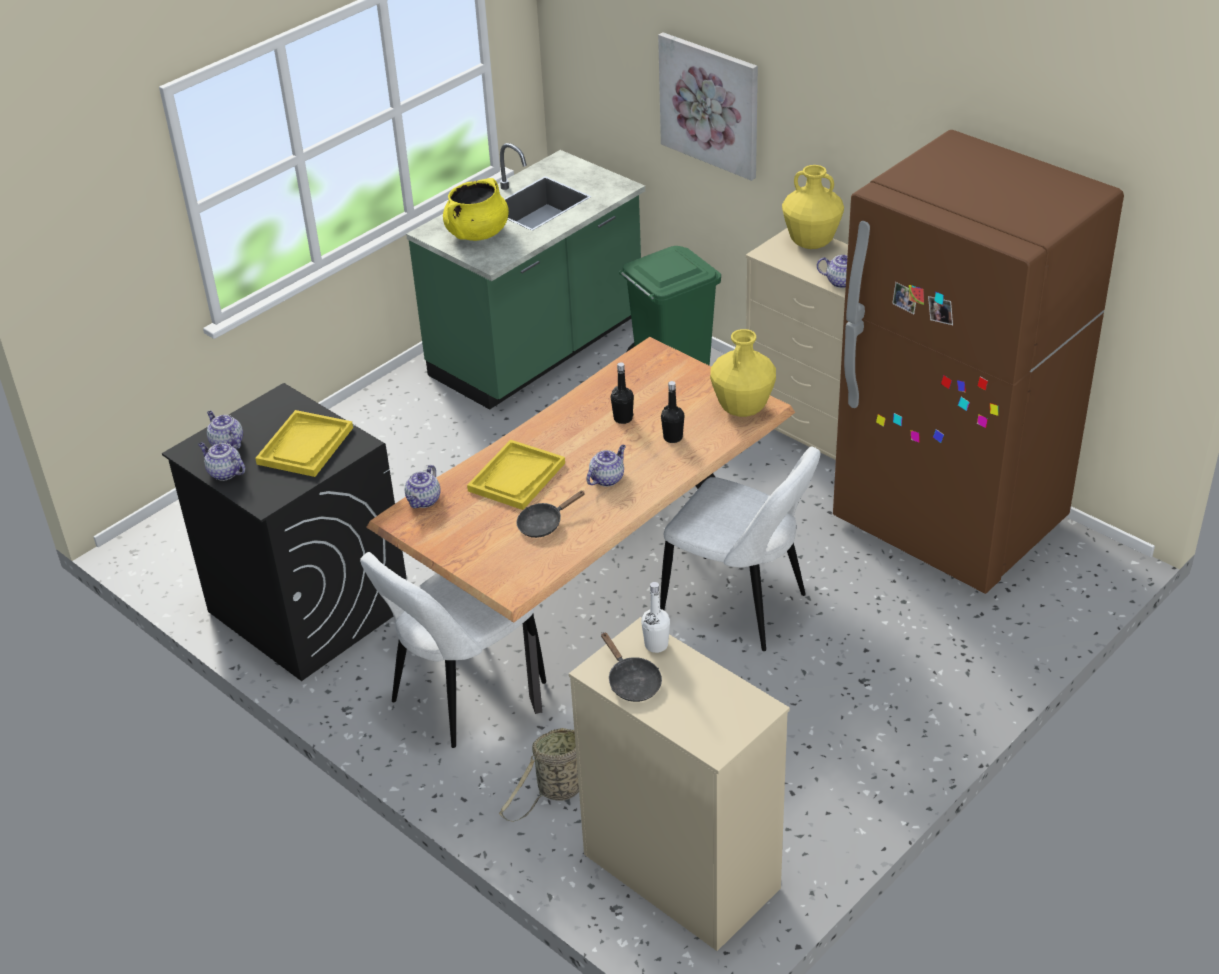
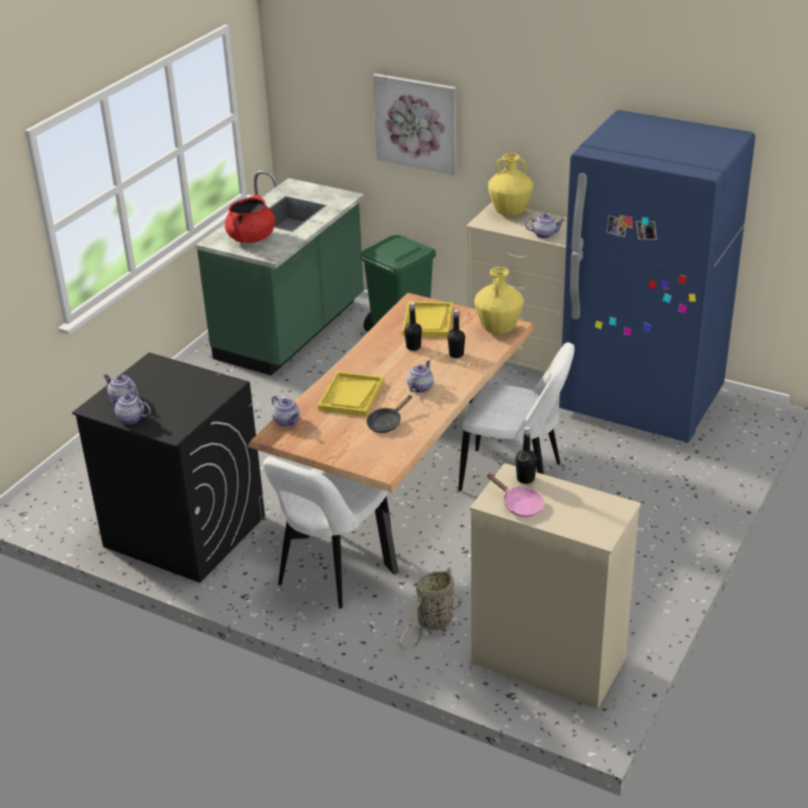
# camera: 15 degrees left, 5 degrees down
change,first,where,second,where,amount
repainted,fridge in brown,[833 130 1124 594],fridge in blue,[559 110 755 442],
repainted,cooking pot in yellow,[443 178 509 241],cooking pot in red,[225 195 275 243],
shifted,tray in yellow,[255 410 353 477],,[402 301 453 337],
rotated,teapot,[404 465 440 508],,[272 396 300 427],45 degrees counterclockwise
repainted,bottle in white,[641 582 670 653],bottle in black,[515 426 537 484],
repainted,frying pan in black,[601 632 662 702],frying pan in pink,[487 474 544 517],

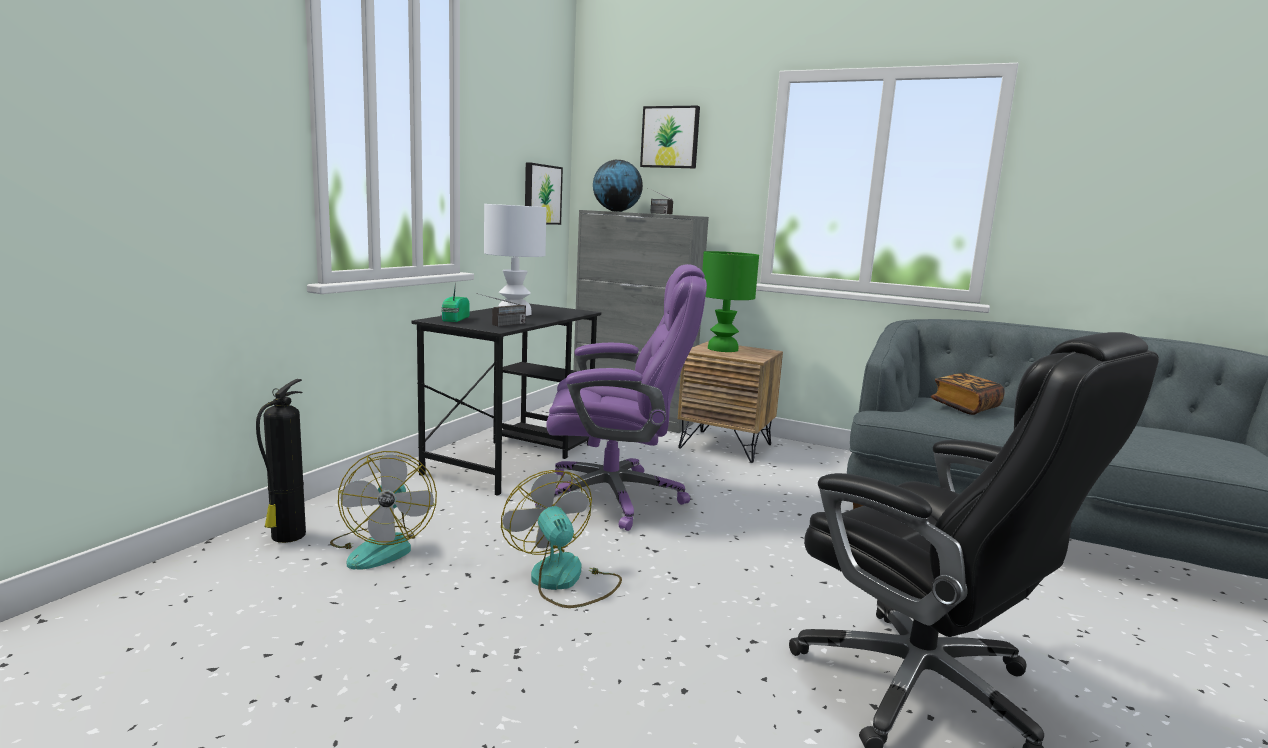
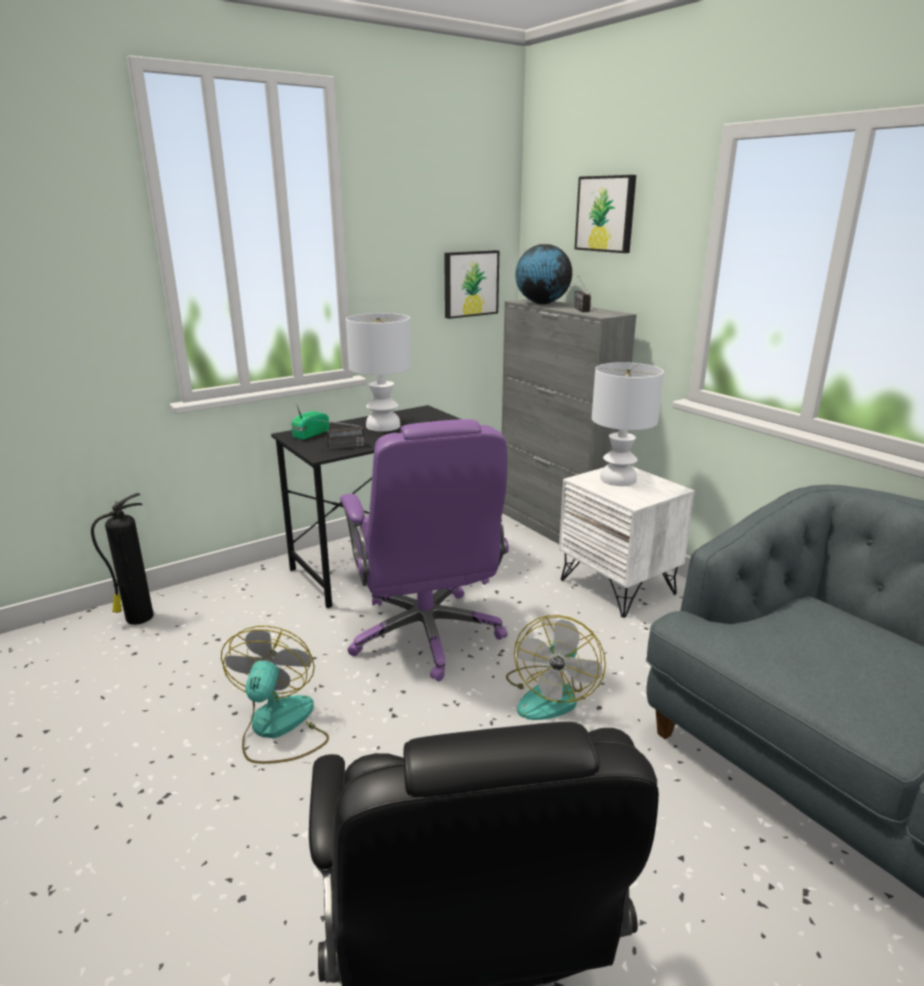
# camera: 30 degrees right, 10 degrees up
change,first,where,second,where,amount
repainted,table lamp in green,[702 251 759 352],table lamp in white,[592 362 664 486],
rotated,office chair in purple,[535 264 707 531],,[340 419 509 681],45 degrees clockwise
repainted,nightstand in brown,[678 341 783 463],nightstand in white,[559 467 695 618],
gone,book,[931 373 1005 415],,,
shifted,fan,[330 451 437 570],,[506 615 606 720],

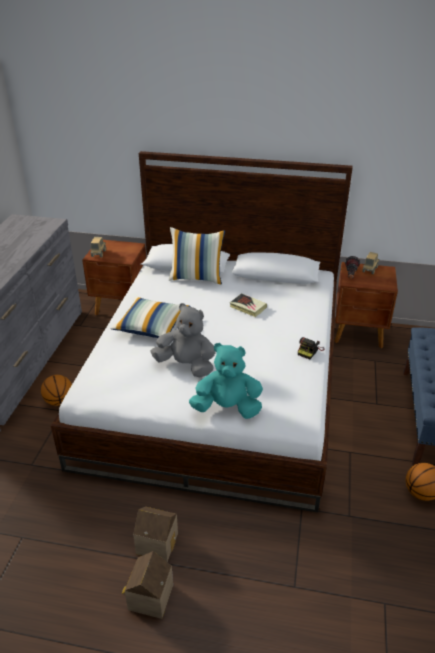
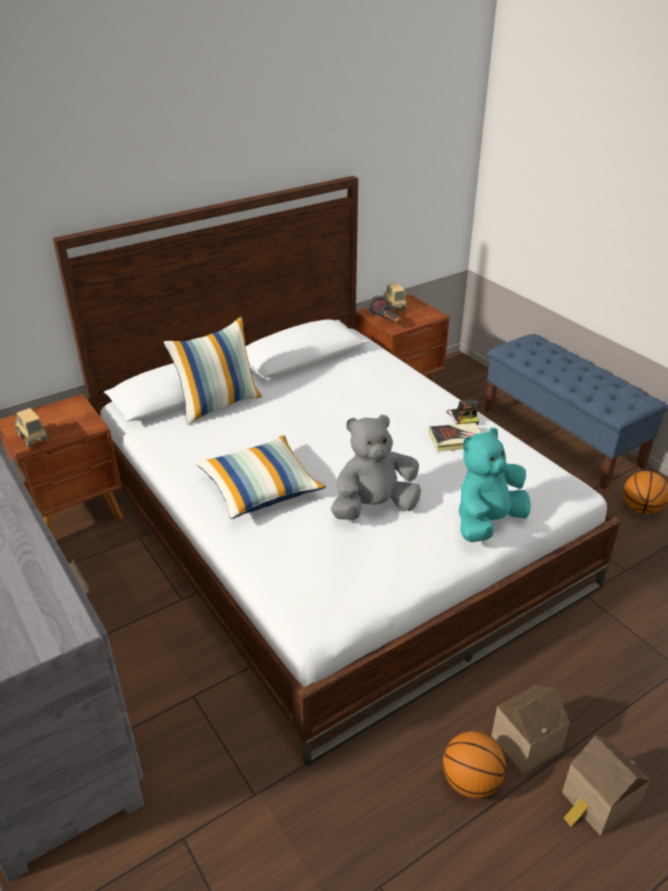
# camera: 45 degrees left, 0 degrees up
change,first,where,second,where,amount
shifted,book,[230 293 267 317],,[429 423 481 452],
shifted,basketball,[41 375 72 406],,[443 731 506 798],

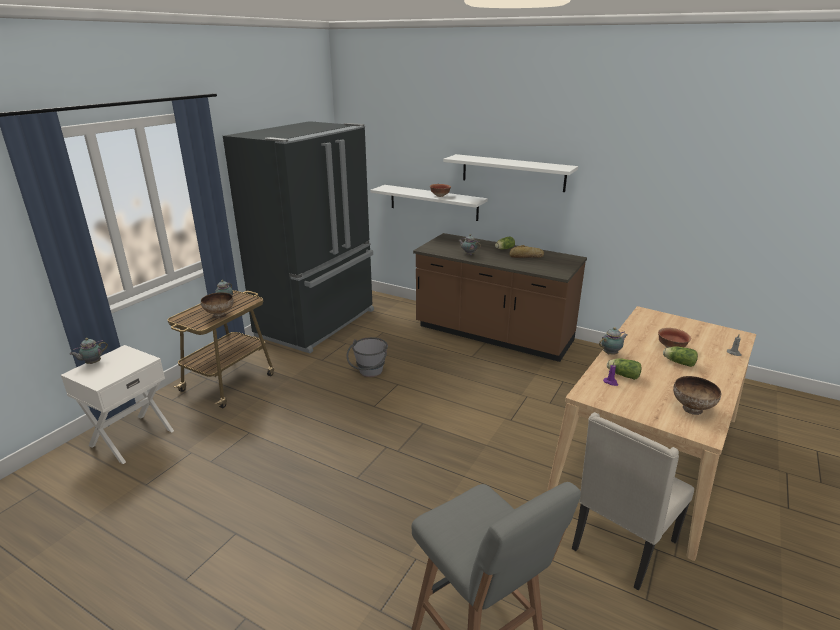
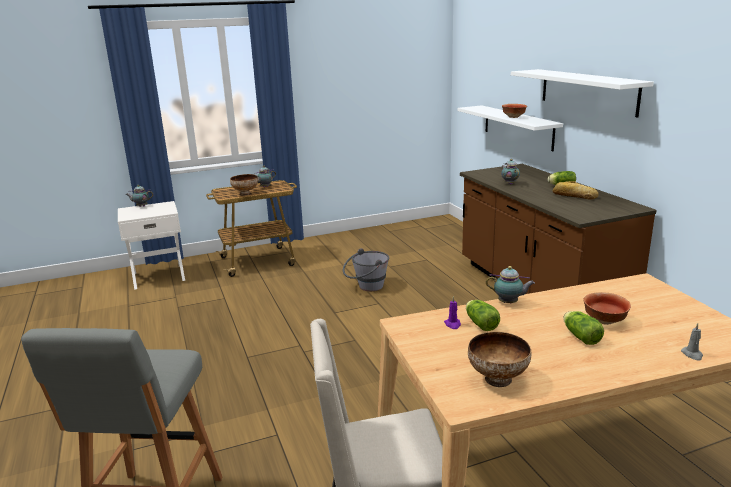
# camera: 40 degrees right, 5 degrees down
change,first,where,second,where,amount
gone,fridge in black,[223 121 374 353],,,

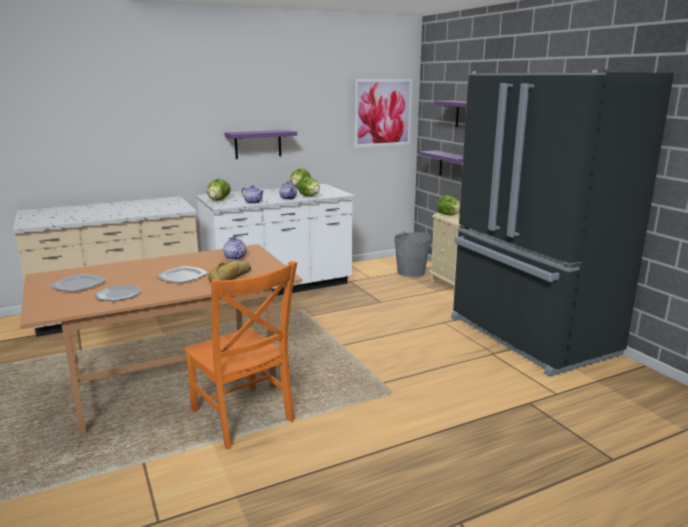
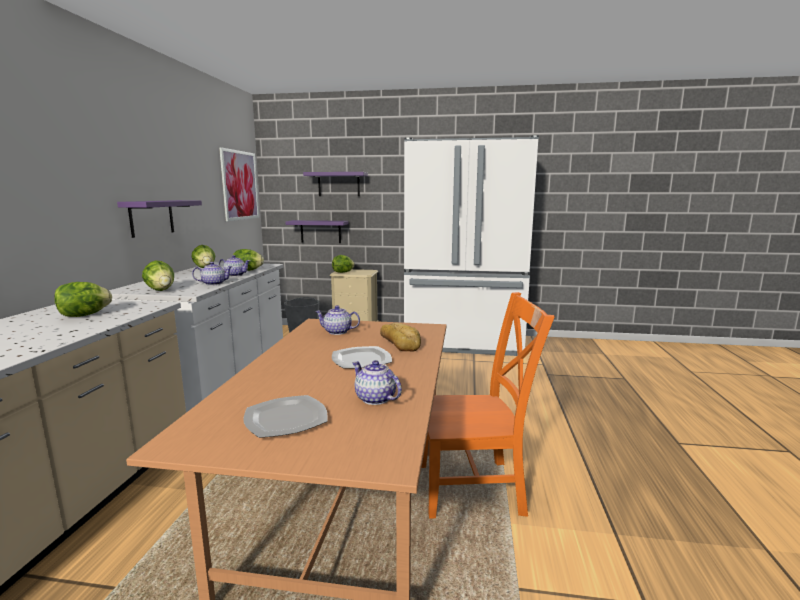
# camera: 55 degrees left, 5 degrees down
change,first,where,second,where,amount
repainted,fridge in black,[451 70 674 377],fridge in white,[404 135 539 356],
swapped,plate,[95 285 142 301],teapot,[352 360 402 405],
new,,,lettuce,[54 282 112 317],

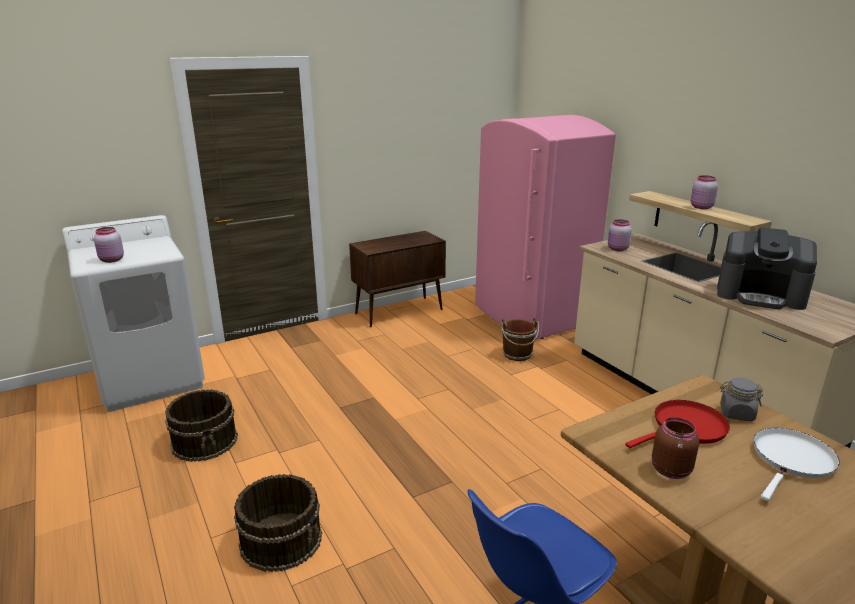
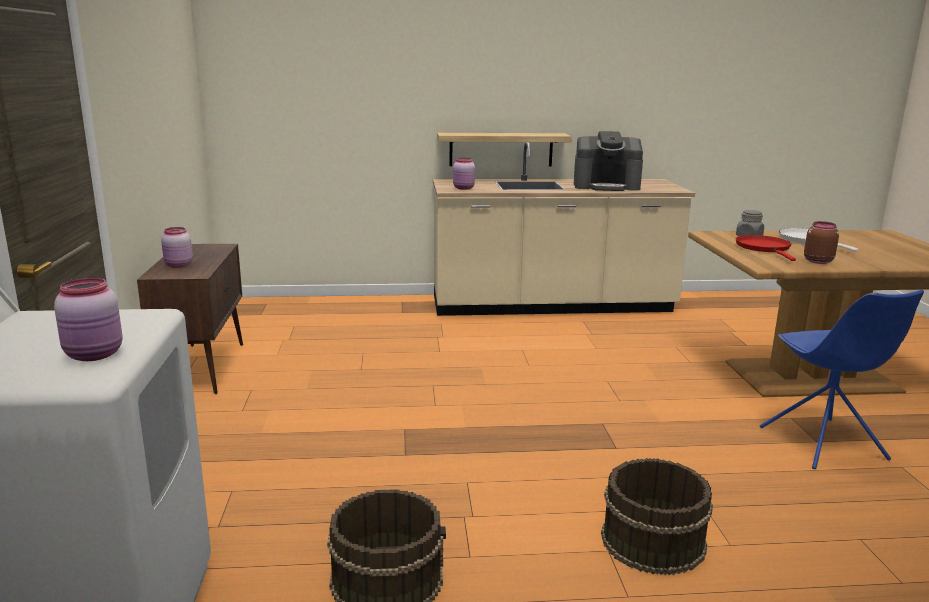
# camera: 65 degrees left, 5 degrees down
change,first,where,second,where,amount
gone,fridge in pink,[475 115 616 340],,,
shifted,jar in pink,[691 175 718 209],,[161 227 193 268],
rotated,coffee machine,[717 227 817 310],,[574 131 643 191],45 degrees clockwise
gone,bucket in brown,[501 318 539 361],,,

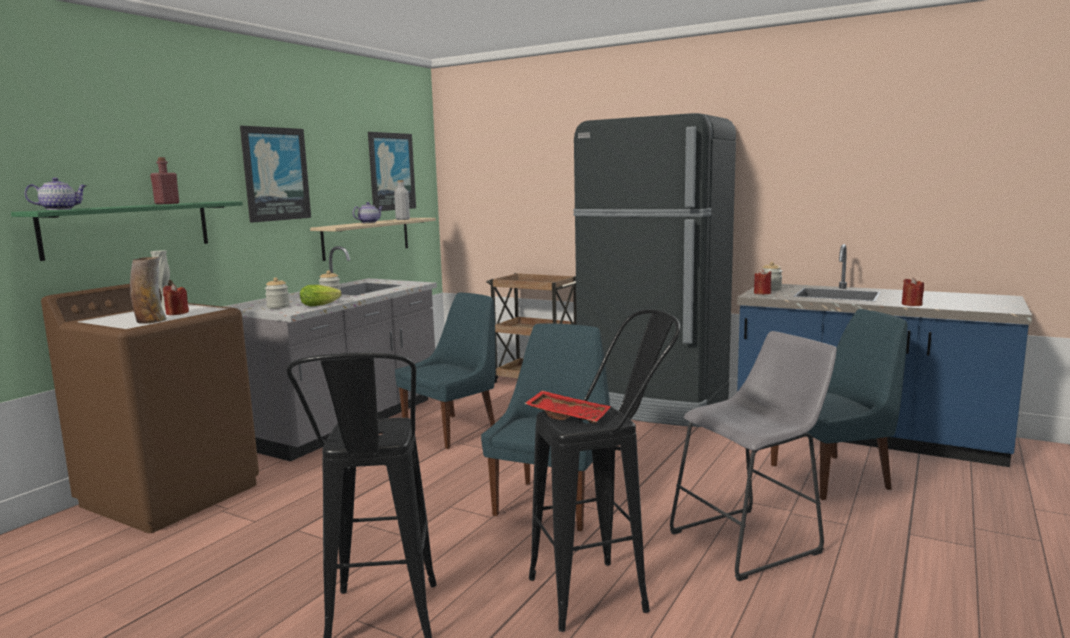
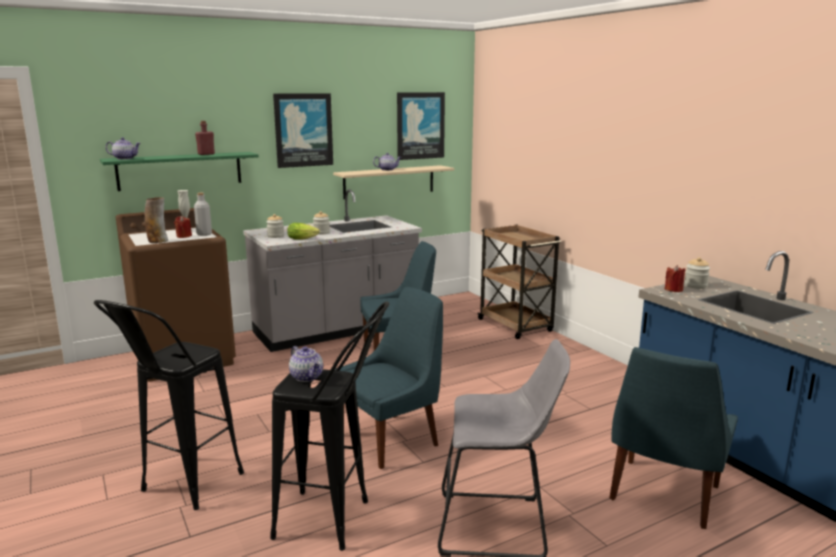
# camera: 30 degrees right, 5 degrees up
change,first,where,second,where,amount
gone,fridge in black,[574 113 736 427],,,
shifted,bottle in grey,[394 180 410 220],,[194 193 212 236],
gone,candle in red,[902 278 924 306],,,
rotated,chair in blue,[771 309 908 500],,[609 347 738 529],105 degrees clockwise
swapped,tray in red,[524 390 611 424],teapot,[289 346 323 382],

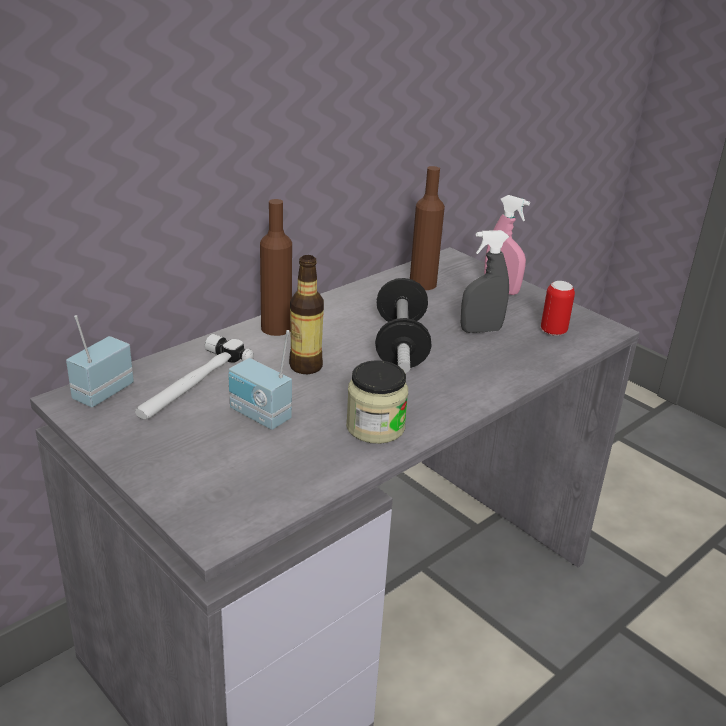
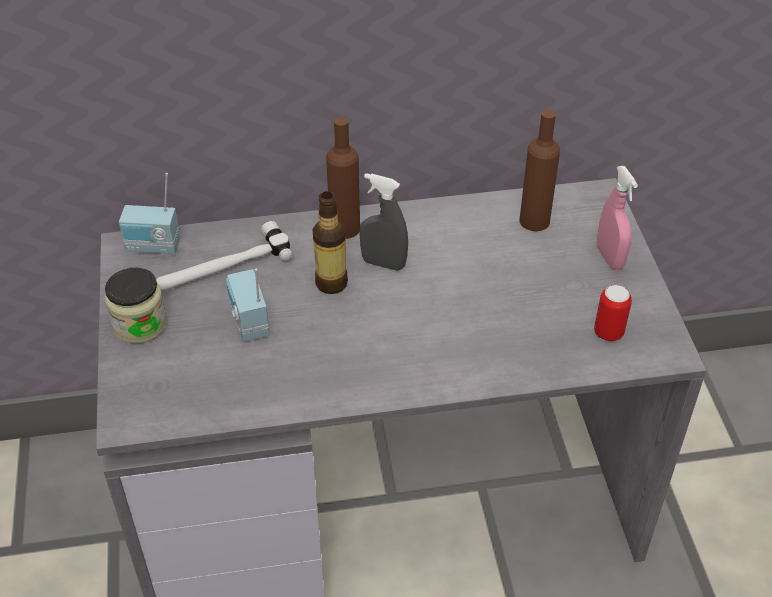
# camera: 35 degrees right, 15 degrees up
change,first,where,second,where,amount
shifted,spray bottle in grey,[461 230 509 333],,[359 173 408 271],
gone,dumbbell,[375 278 432 373],,,
rotated,radio,[66 315 134 407],,[119 173 180 254],150 degrees counterclockwise
shifted,jar,[346 360 408 444],,[105 267 167 343],

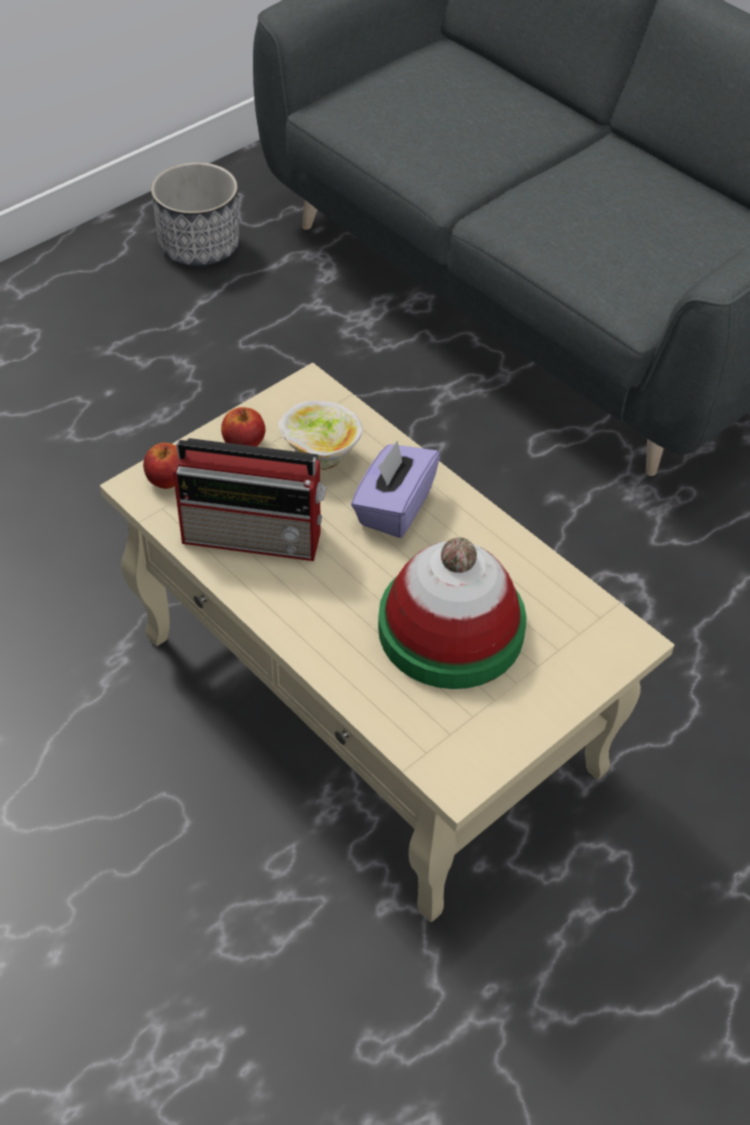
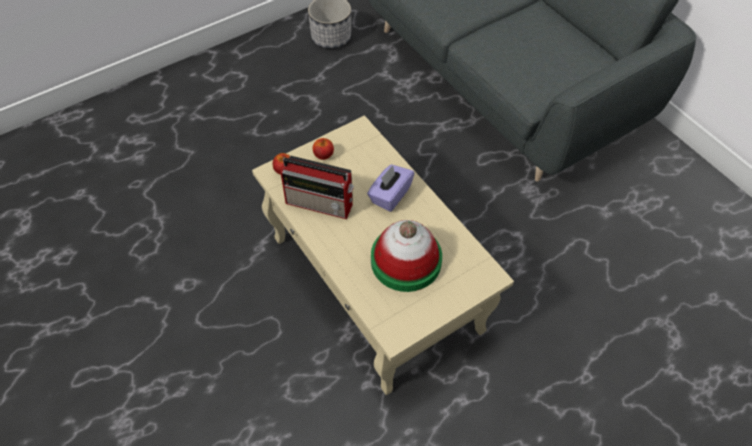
# camera: 10 degrees right, 5 degrees up
change,first,where,second,where,amount
gone,bowl,[278 401 363 470],,,

